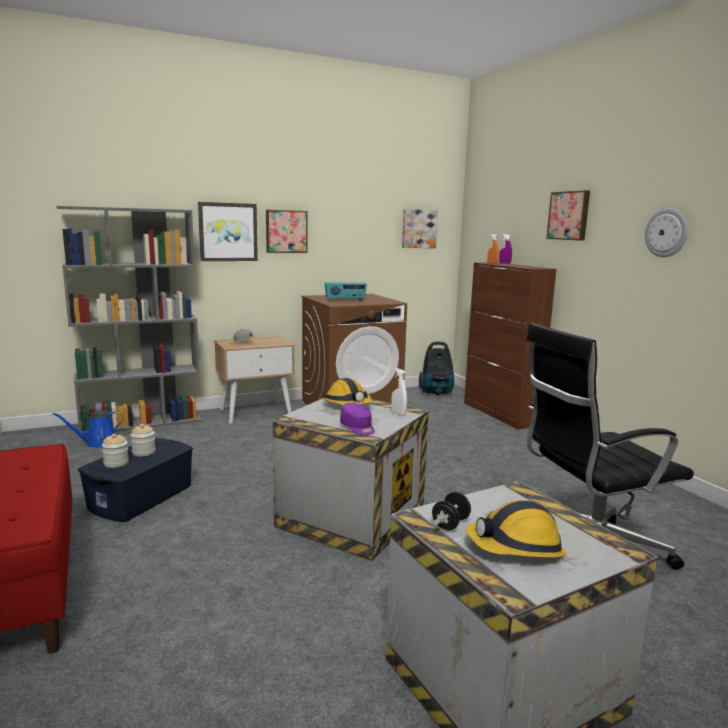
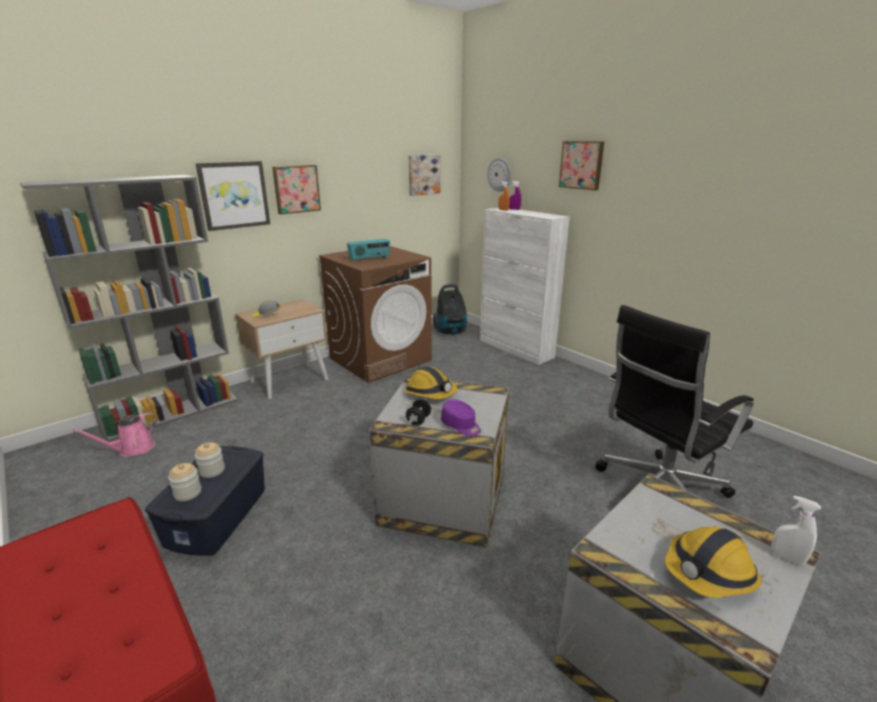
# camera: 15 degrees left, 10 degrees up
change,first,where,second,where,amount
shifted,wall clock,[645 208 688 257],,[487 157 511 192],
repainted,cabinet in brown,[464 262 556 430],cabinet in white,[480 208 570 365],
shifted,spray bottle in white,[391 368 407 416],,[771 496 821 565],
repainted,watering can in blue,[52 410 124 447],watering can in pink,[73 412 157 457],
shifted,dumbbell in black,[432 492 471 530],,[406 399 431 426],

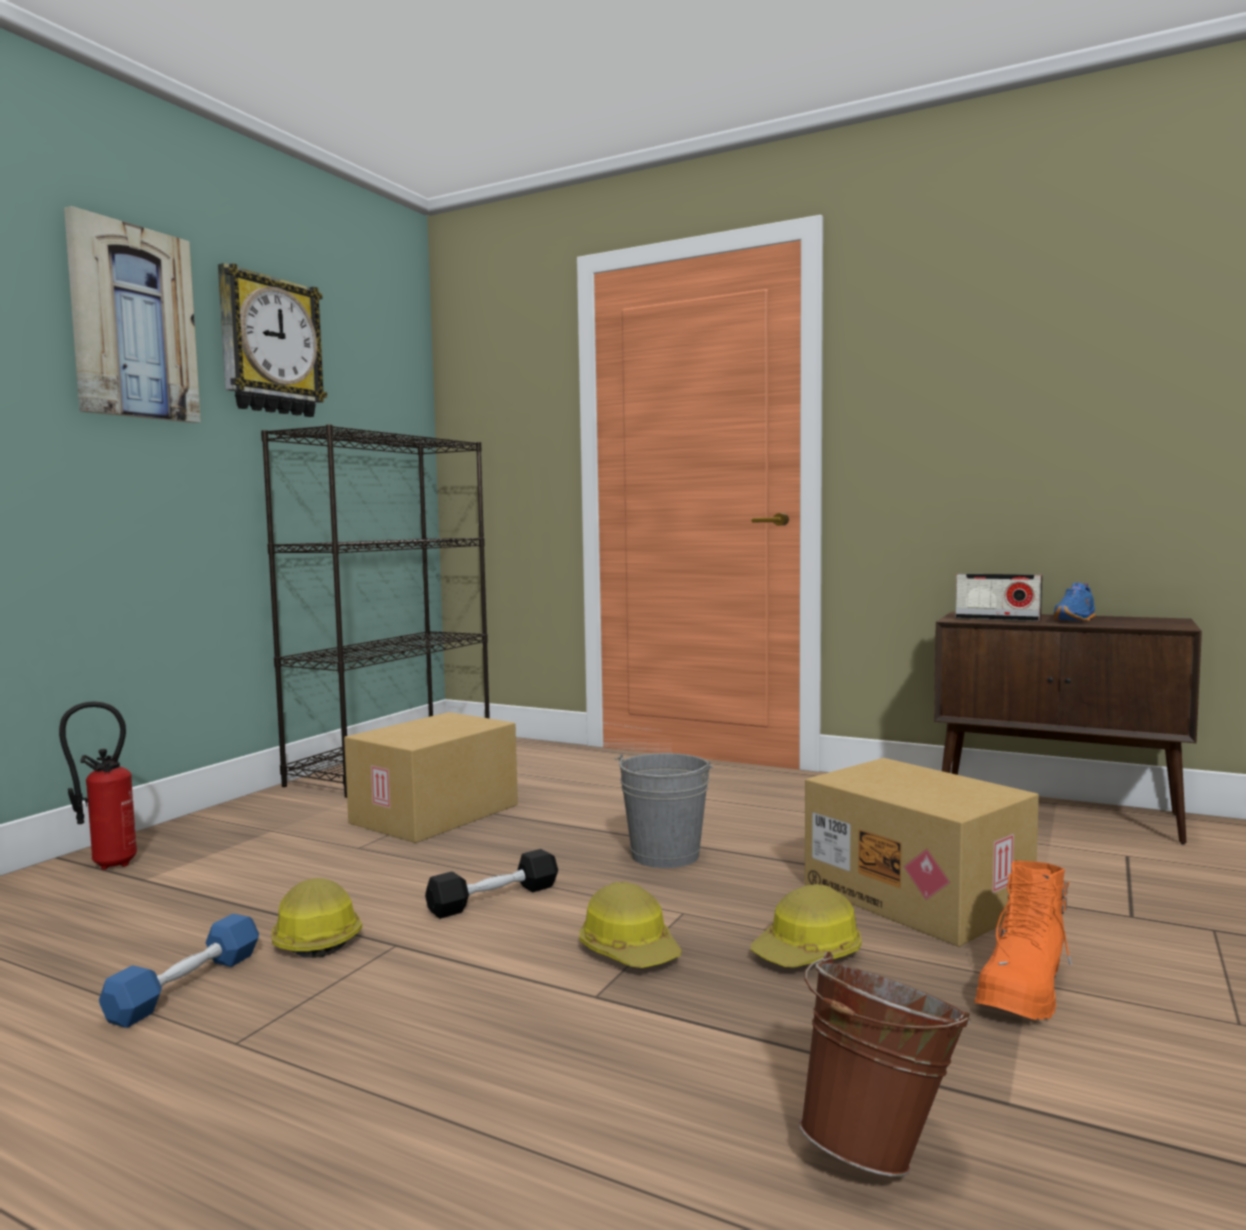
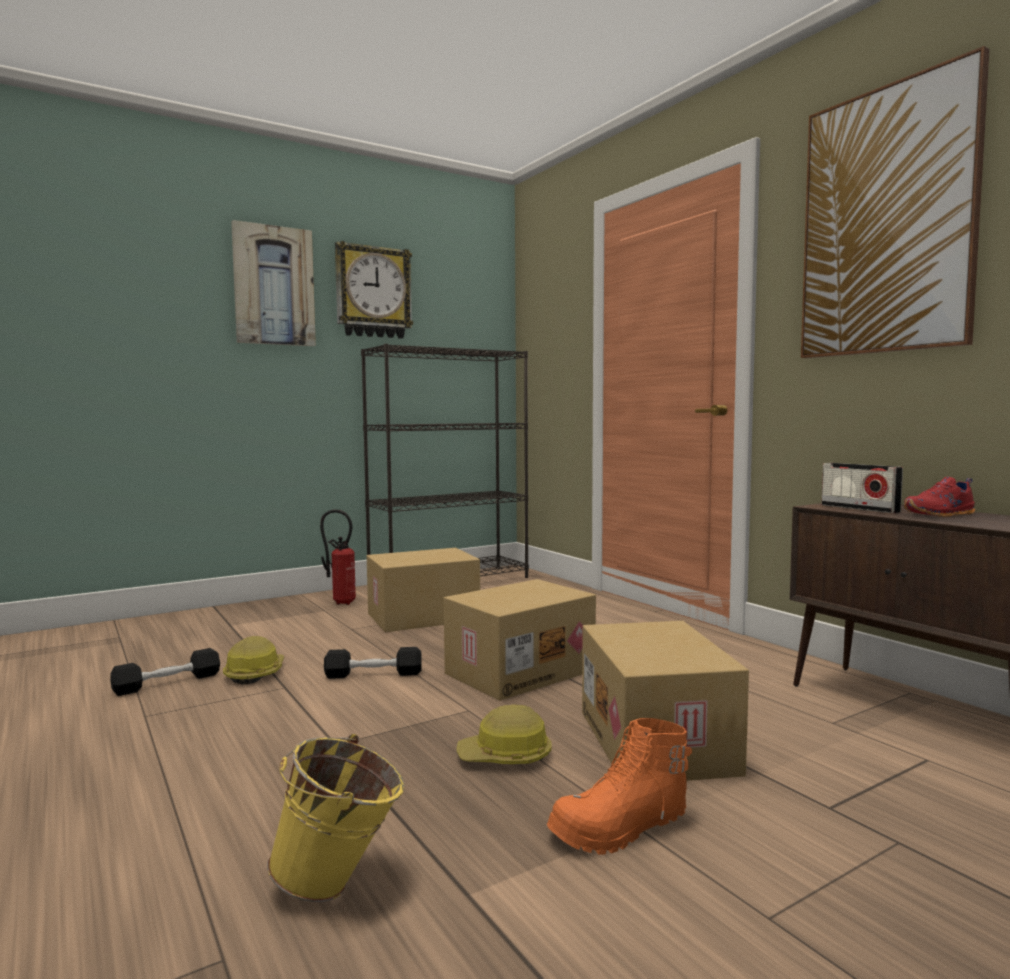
# camera: 30 degrees right, 0 degrees up
change,first,where,second,where,amount
repainted,shoe in blue,[1053 582 1095 621],shoe in red,[904 477 975 517],
shifted,fire extinguisher,[59 701 137 870],,[320 510 356 605],
swapped,bucket in grey,[615 753 713 868],cardboard box,[444 579 596 701],
gone,hard hat,[579 882 682 968],,,
repainted,dumbbell in blue,[99 914 259 1028],dumbbell in black,[110 648 220 696],
repainted,bucket in brown,[799 952 971 1177],bucket in yellow,[267 734 404 902],
new,,,picture,[801 46 990 358],

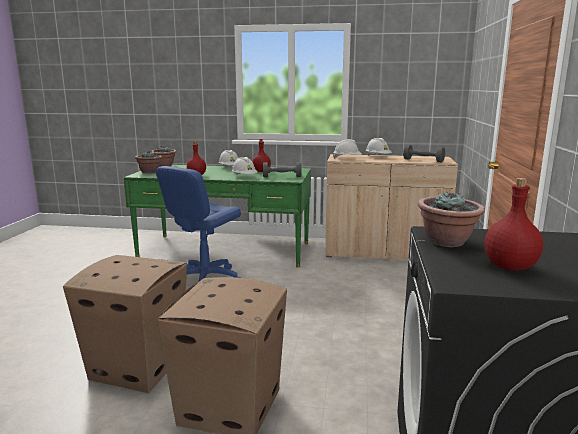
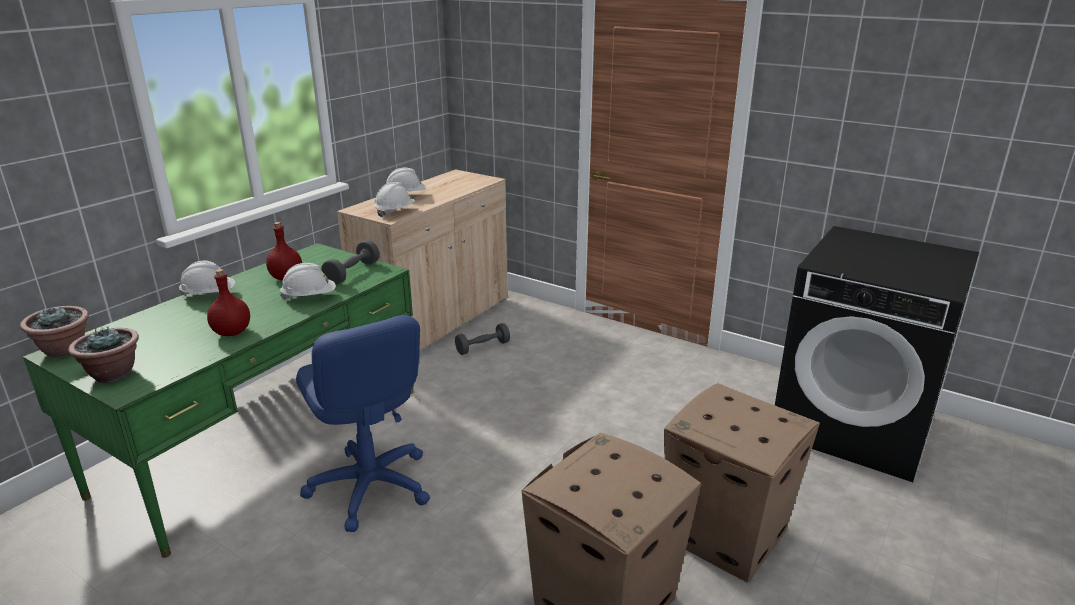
# camera: 65 degrees left, 10 degrees up
change,first,where,second,where,amount
shifted,dumbbell in grey,[403 145 445 162],,[455 323 510 355],
gone,bottle in red,[484 178 543 271],,,
gone,potted plant,[418 192 485 247],,,

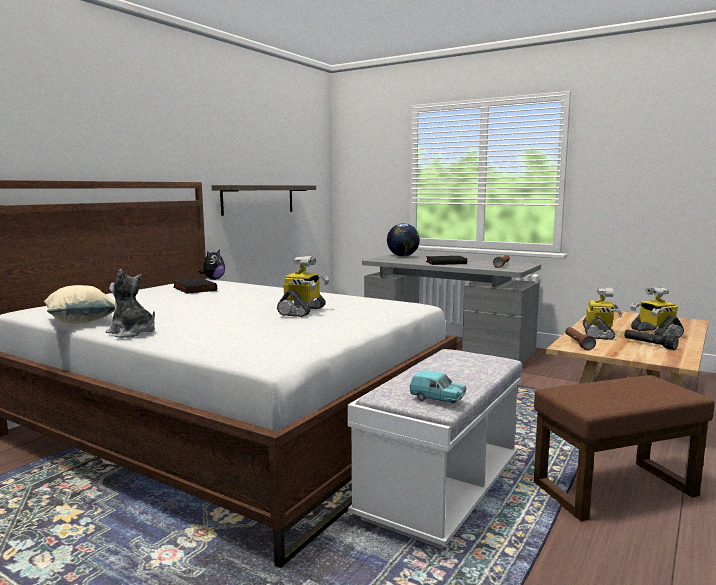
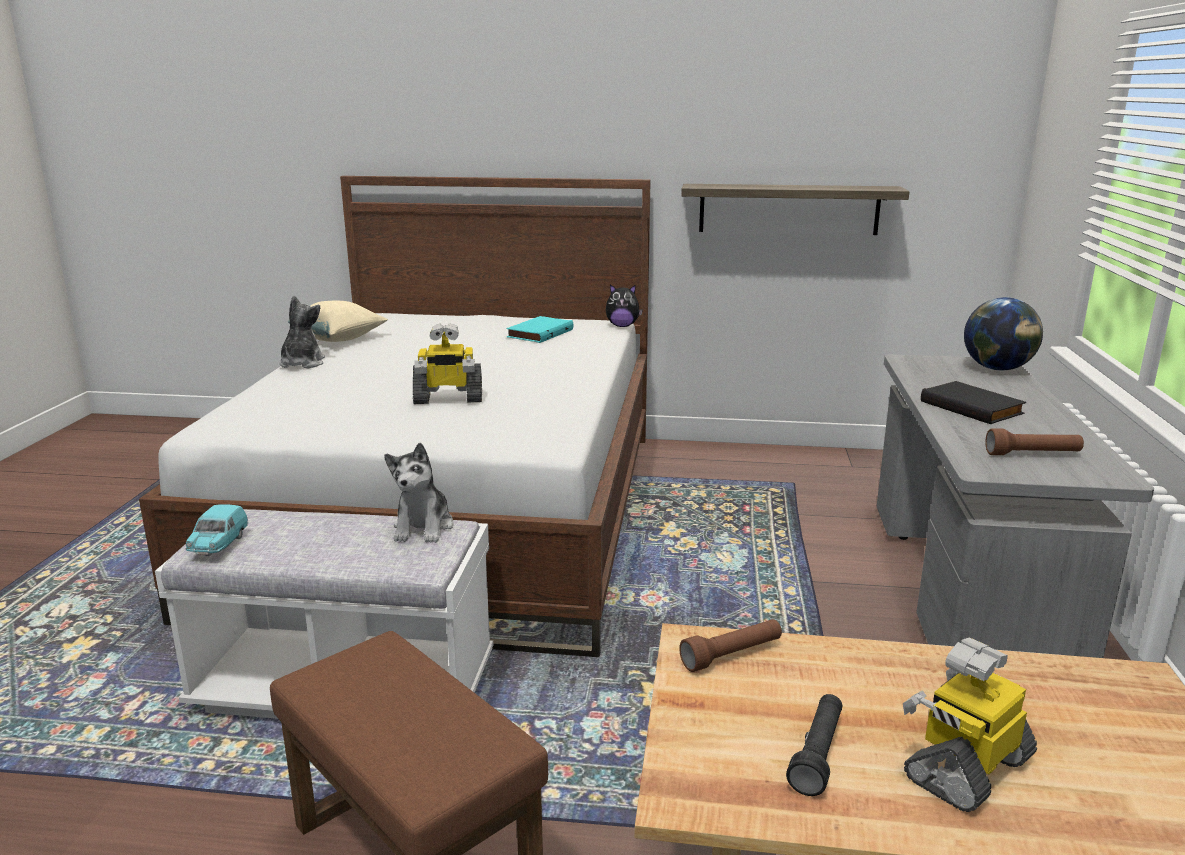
# camera: 65 degrees right, 10 degrees up
change,first,where,second,where,amount
repainted,book in black,[173 278 217 294],book in turquoise,[506 316 573 343],
gone,toy robot,[583 288 622 340],,,
new,,,plush toy,[384 443 453 543],

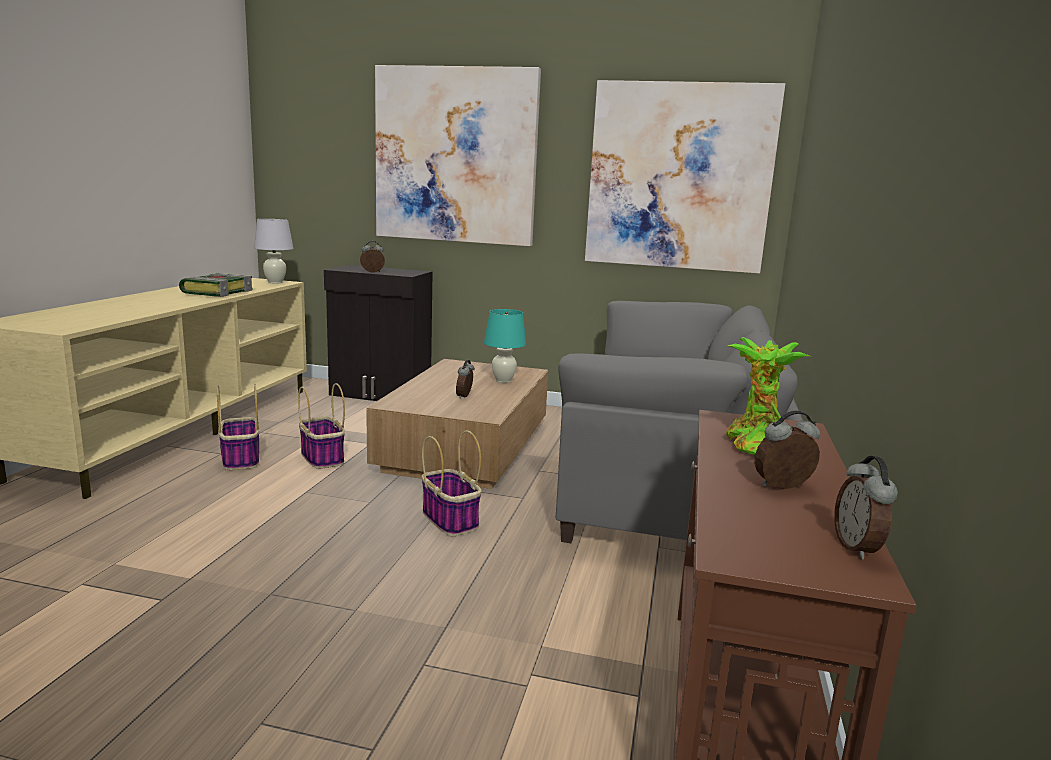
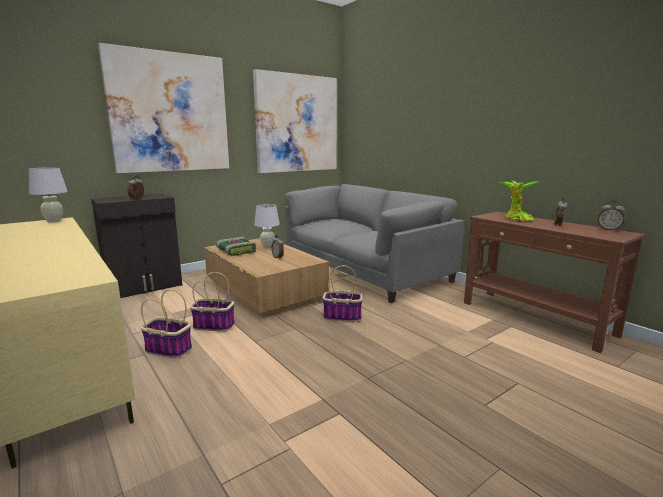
# camera: 50 degrees left, 0 degrees up
change,first,where,second,where,amount
shifted,book,[179 273 253 297],,[216 237 256 256],
repainted,table lamp in turquoise,[484 309 526 383],table lamp in white,[254 204 280 248],

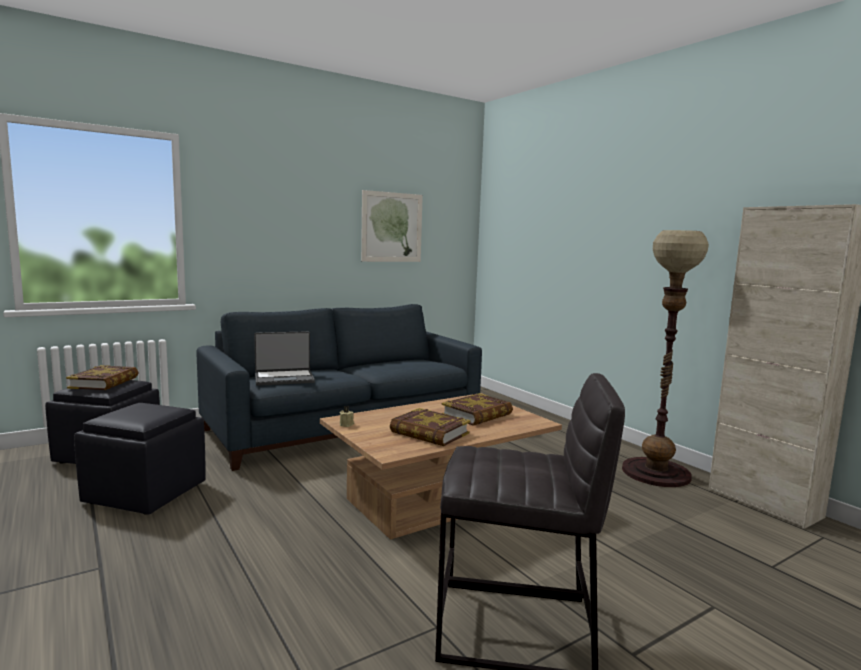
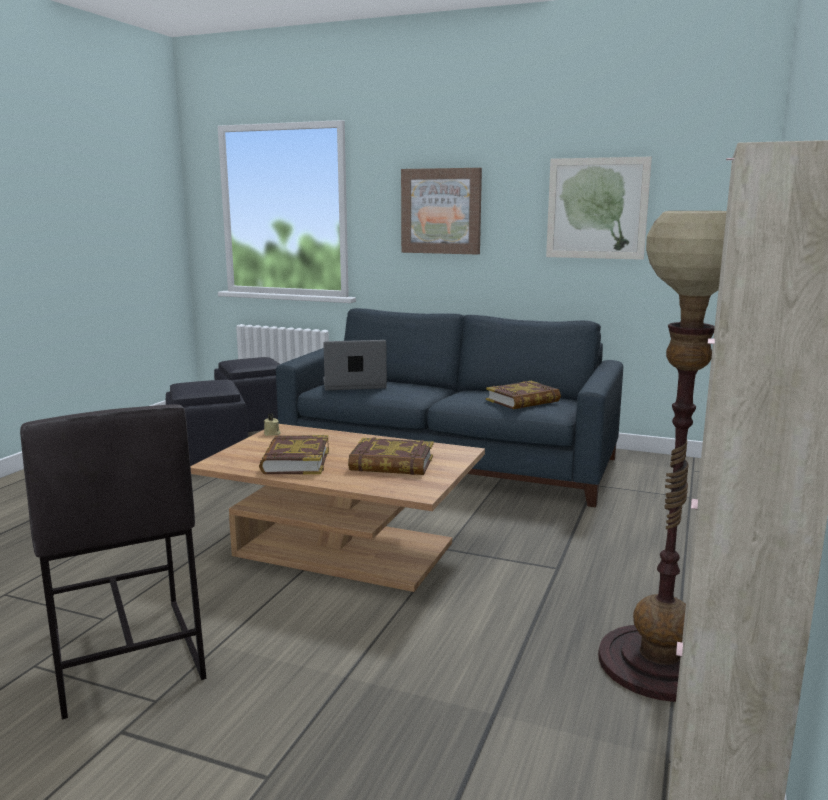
# camera: 55 degrees right, 5 degrees up
change,first,where,second,where,amount
rotated,laptop,[254 331 315 386],,[323 340 387 390],135 degrees clockwise
shifted,book,[66 365 139 390],,[486 381 561 409],
new,,,picture,[401 168 482 255],

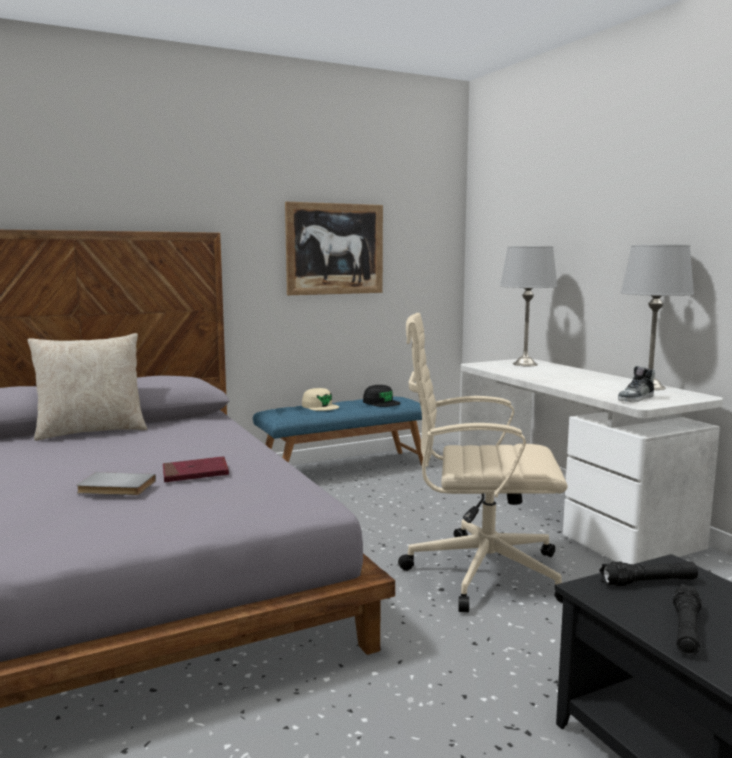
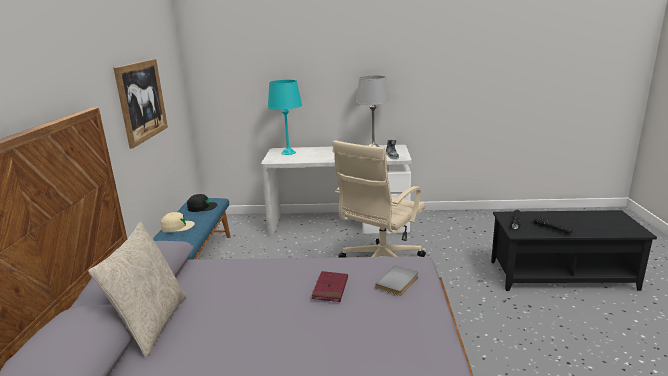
# camera: 60 degrees left, 10 degrees up
change,first,where,second,where,amount
repainted,table lamp in grey,[500 246 558 366],table lamp in turquoise,[268 80 302 155],
shifted,book in grey,[76 472 156 495],,[375 266 418 296],

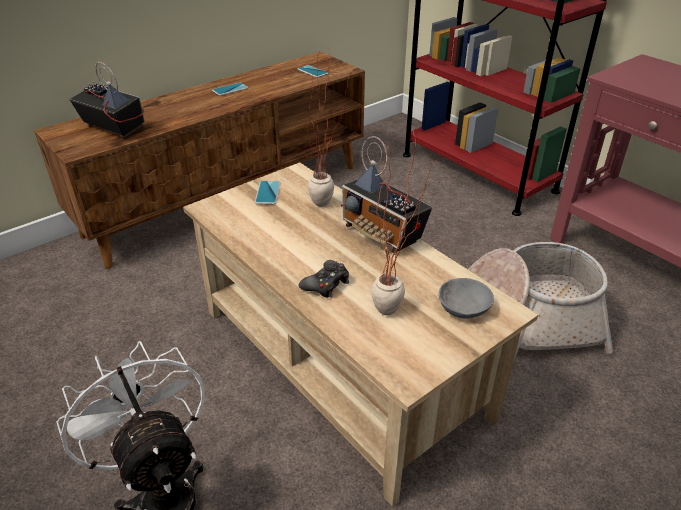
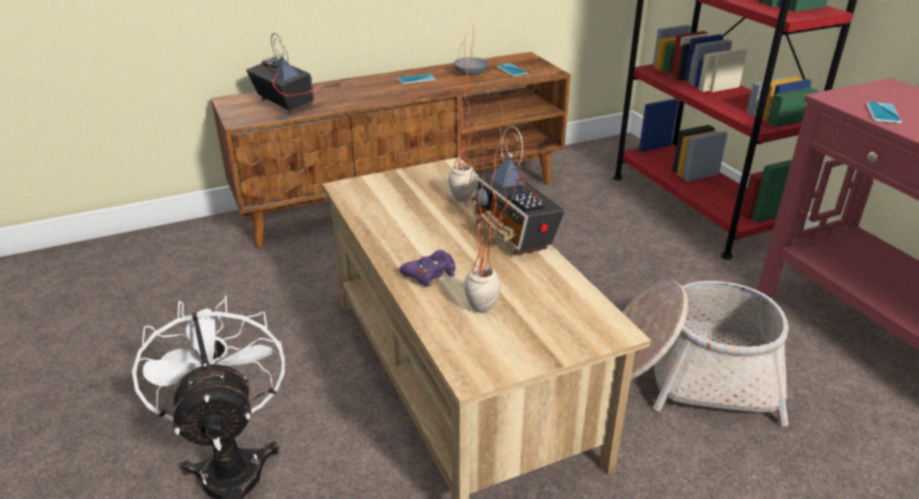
# camera: 15 degrees right, 5 degrees down
change,first,where,second,where,amount
shifted,phone,[255 181 281 205],,[866 102 902 124],
repainted,game controller in black,[298 260 349 298],game controller in purple,[400 250 455 287],
shifted,bowl in grey,[439 278 494 319],,[454 57 489 75],

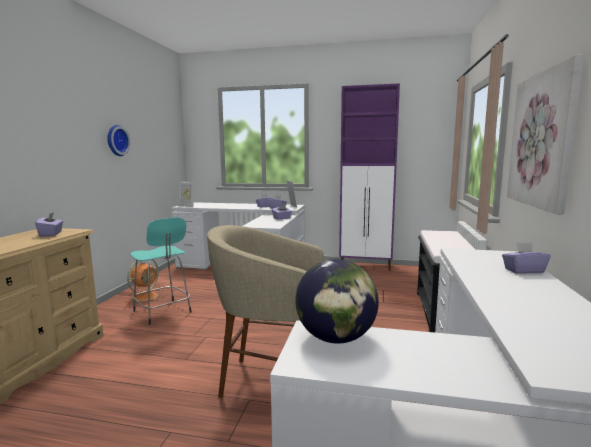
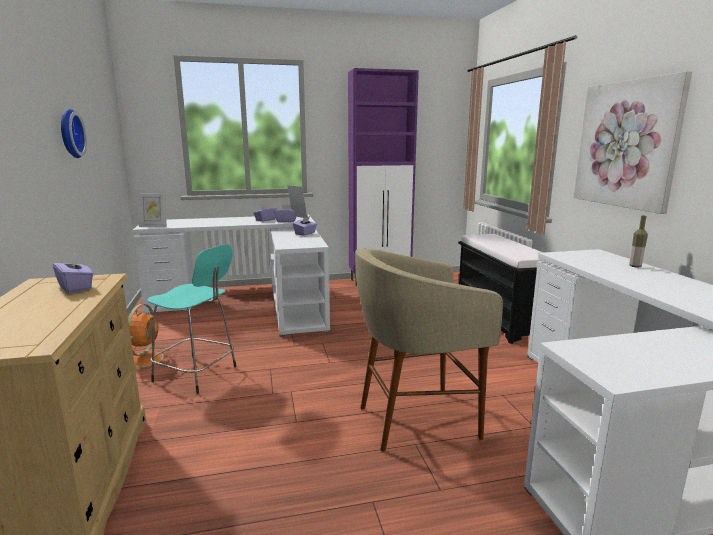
# camera: 25 degrees left, 5 degrees up
change,first,where,second,where,amount
swapped,tissue box in purple,[502 242 551 274],bottle,[629 215 648 268],
gone,globe,[295 259 379 344],,,

